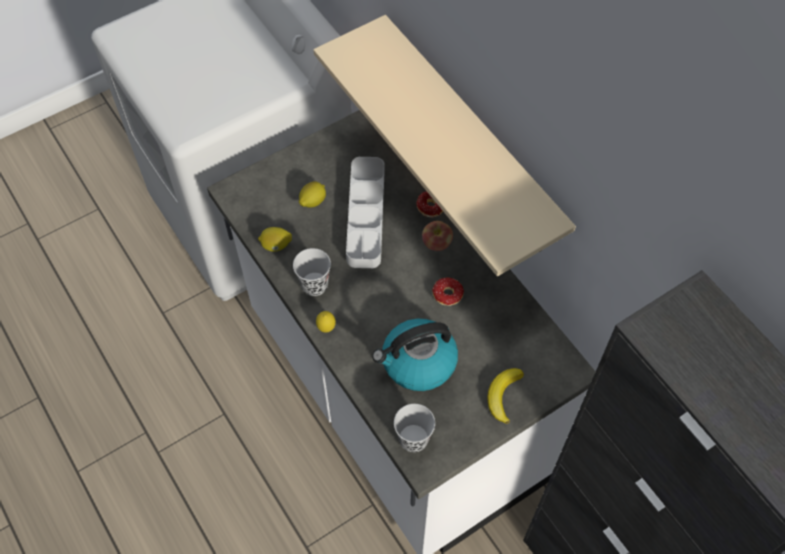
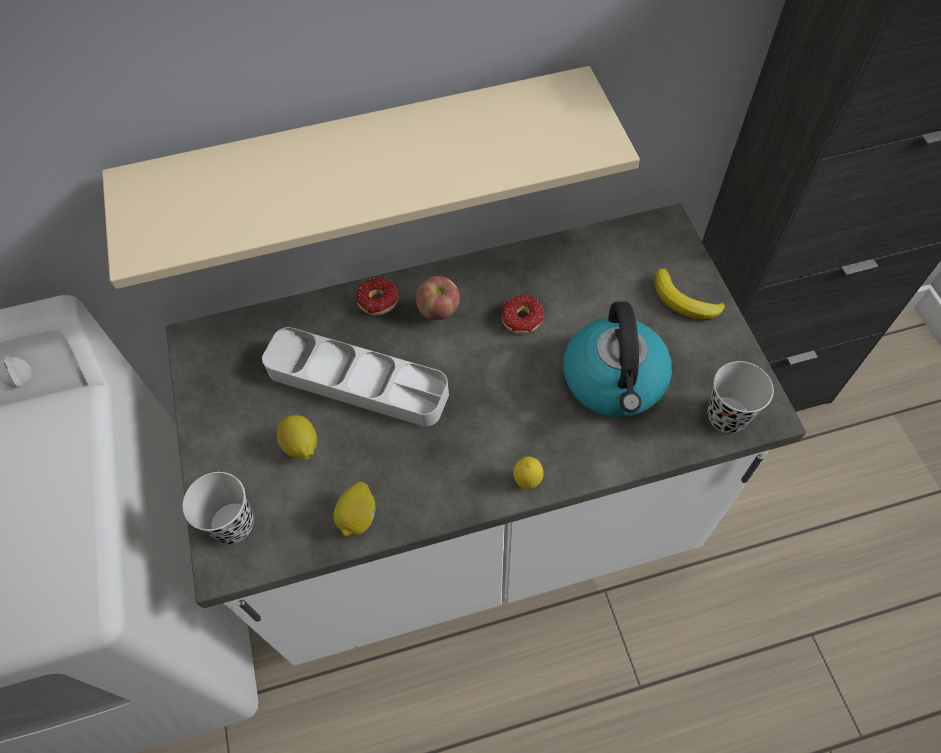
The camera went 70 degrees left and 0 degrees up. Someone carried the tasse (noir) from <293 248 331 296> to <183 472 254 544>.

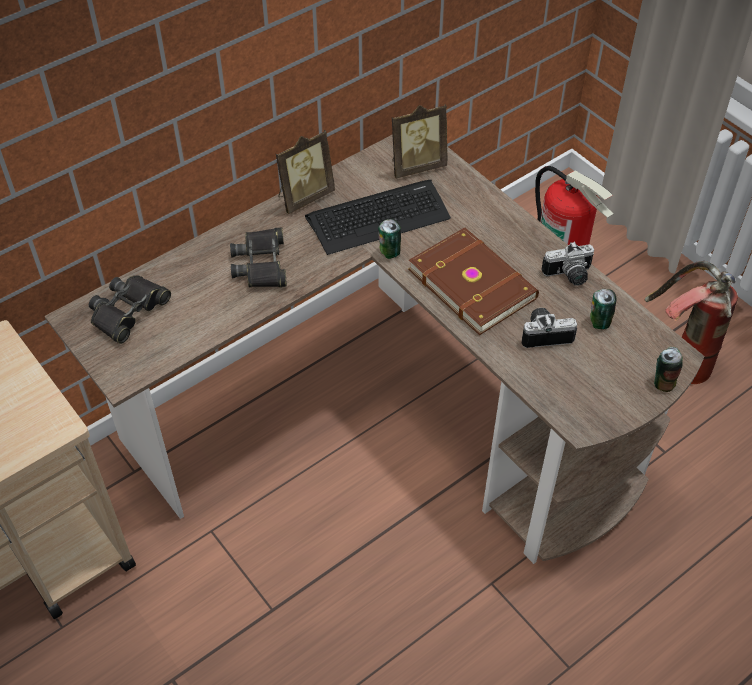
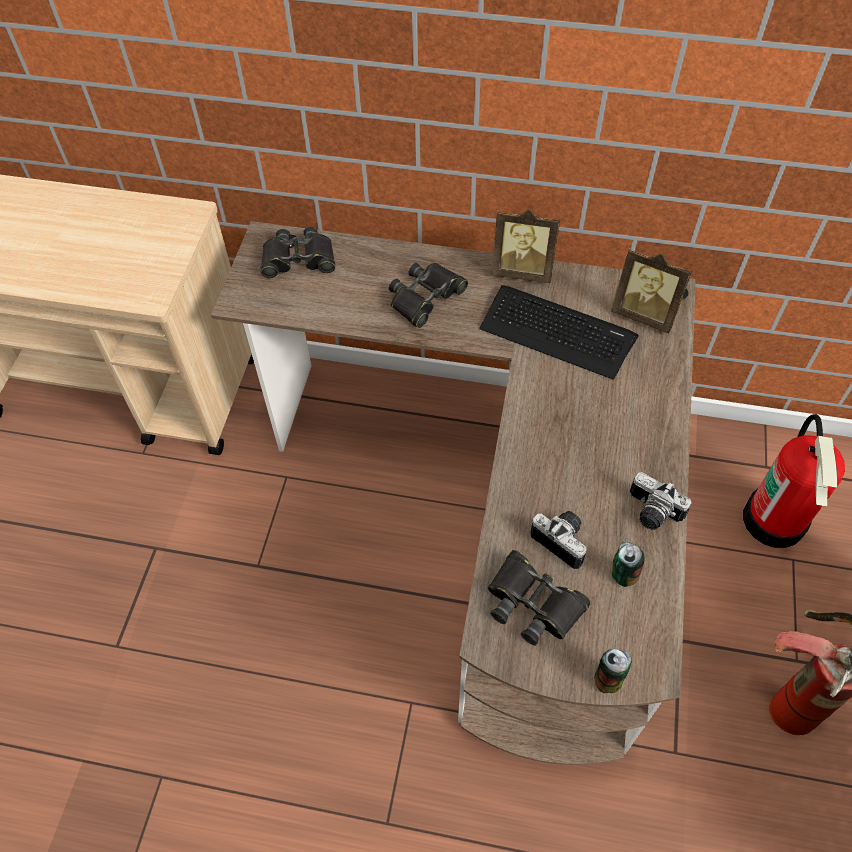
The camera went 50 degrees right and 5 degrees up. Someone took away the boîte métallique at <378 219 401 259>. Someone took away the livre (marron) at <408 228 539 335>. Someone put down the jumelles (noir) at <488 550 591 645>.

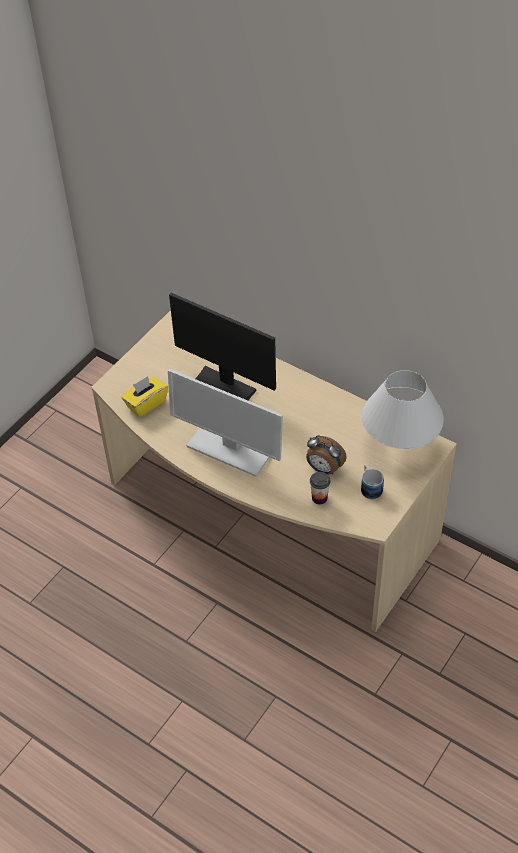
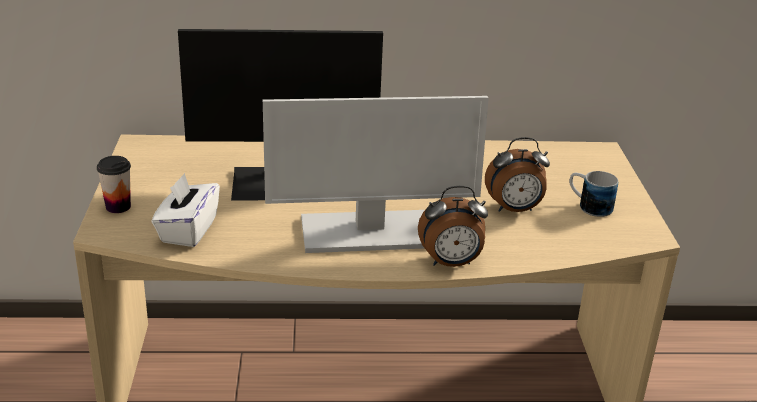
The camera went 40 degrees left and 20 degrees down. Someone took away the lampe de table (blanc) at <361 370 444 449>. Someone repainted the boîte à mouchoirs (jaune) at <122 376 168 417>, which became the boîte à mouchoirs (blanc) at <152 173 220 247>. Someone carried the tasse from <310 472 330 505> to <97 156 131 213>. Someone put down the réveil at <418 186 488 267>.

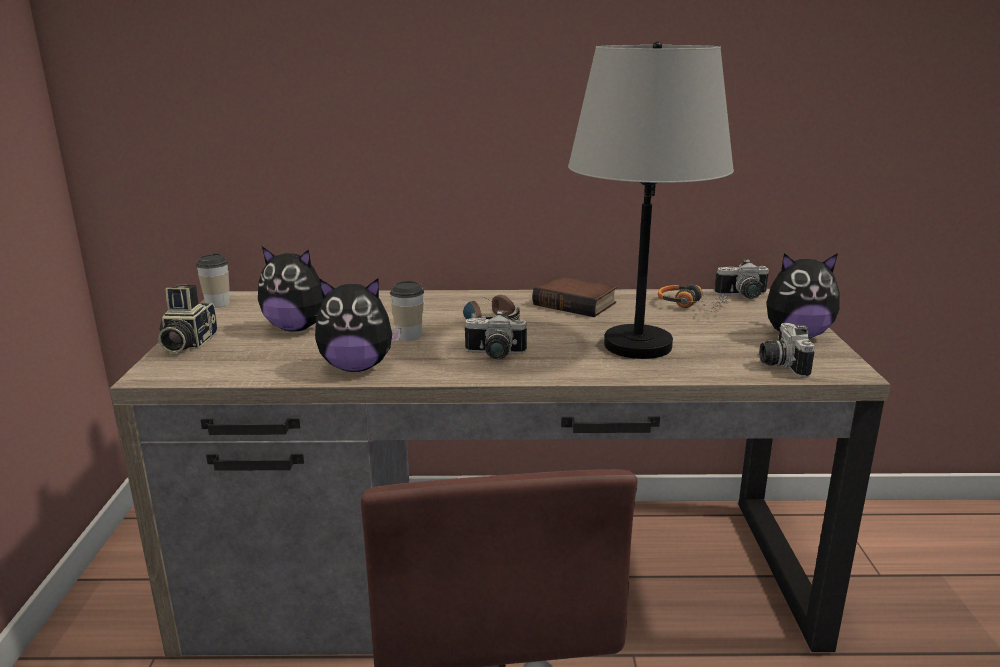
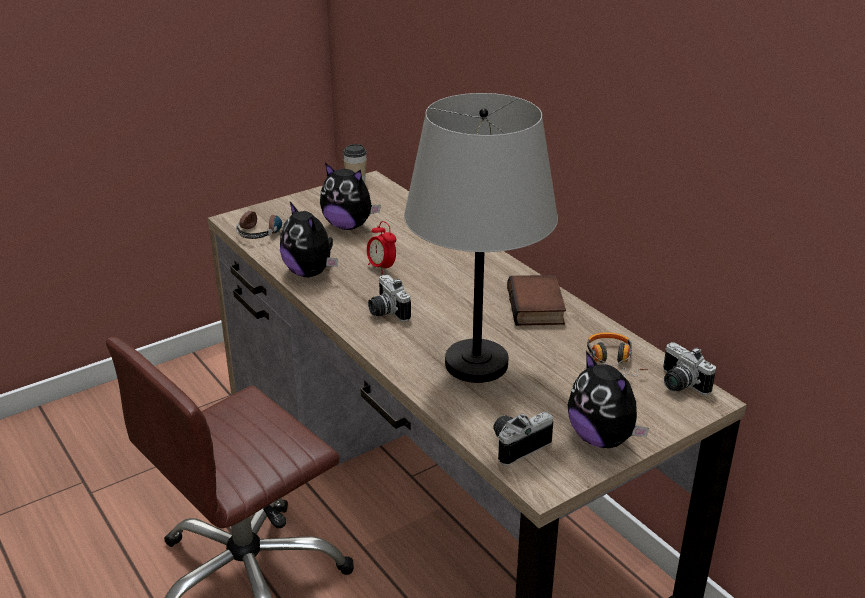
The camera went 55 degrees right and 10 degrees up. Someone rotated the peluche at <258 246 323 331> by 45 degrees counterclockwise. Someone swapped the tasse at <390 281 424 341> for the réveil at <367 221 396 274>. Someone took away the appareil photo at <158 285 218 353>. Someone carried the casque audio from <463 295 520 320> to <236 211 282 239>.

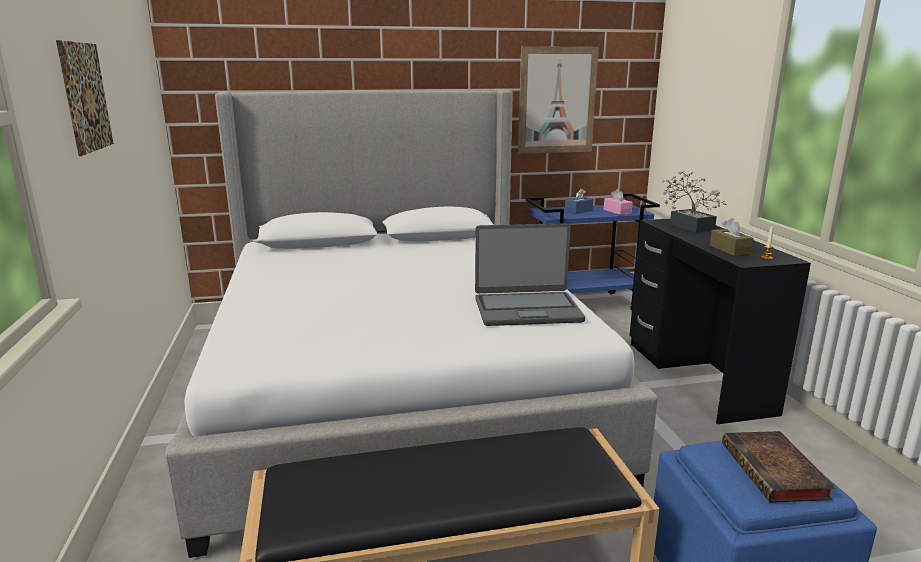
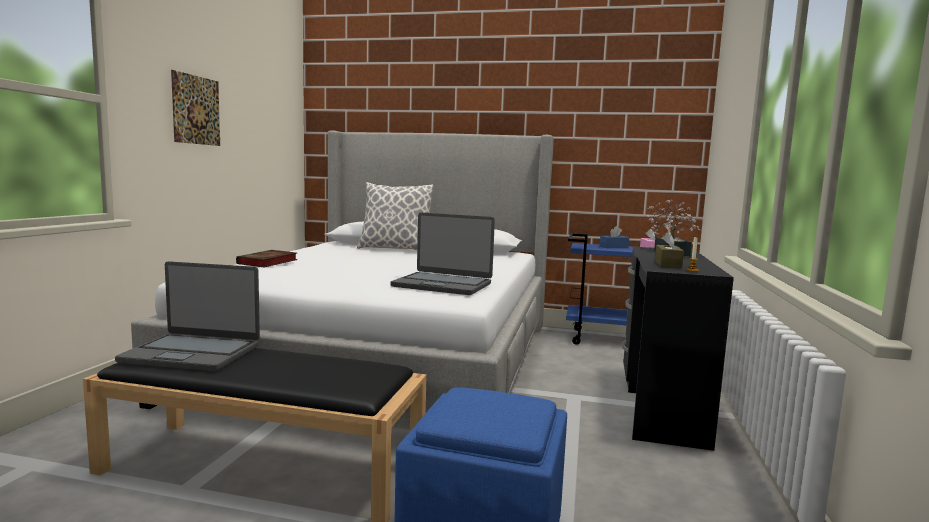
The camera went 25 degrees right and 10 degrees down. Someone took away the tableau at <518 46 599 154>. Someone carried the livre from <722 431 836 503> to <236 250 298 268>. Someone put down the coussin at <357 182 434 250>. Someone put down the ordinateur portable at <115 261 260 371>.

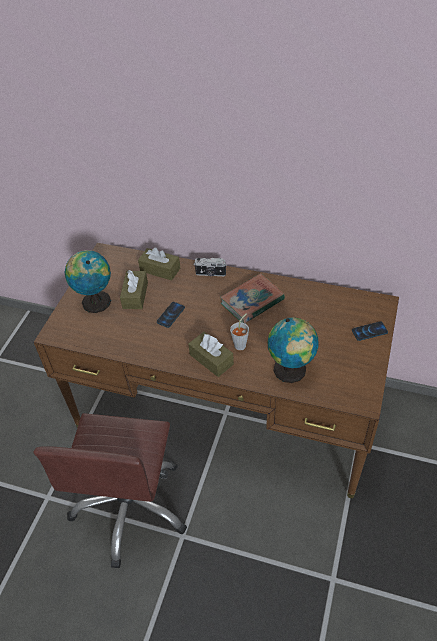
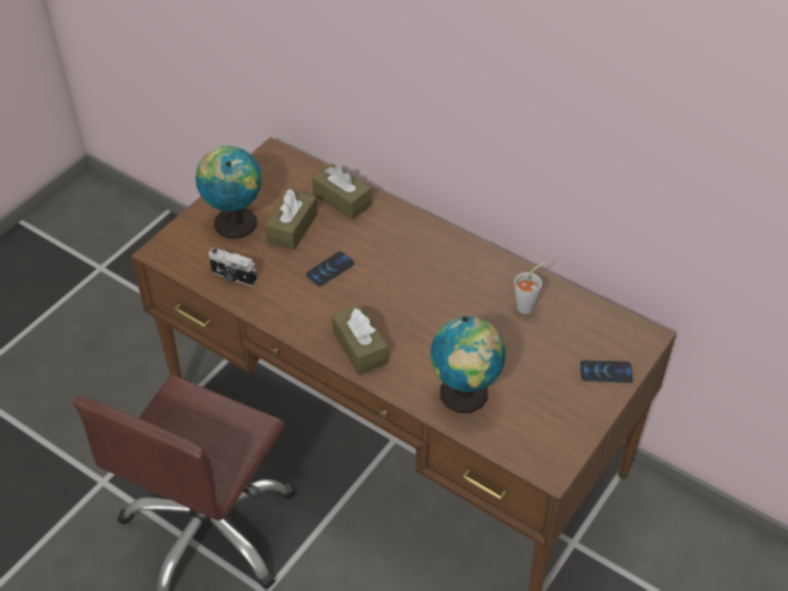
The camera went 15 degrees right and 0 degrees up. Someone carried the appareil photo from <194 258 227 276> to <209 248 257 286>. Someone took away the livre at <220 273 285 323>. Someone carried the tasse (gris) from <230 313 249 351> to <514 263 545 314>.

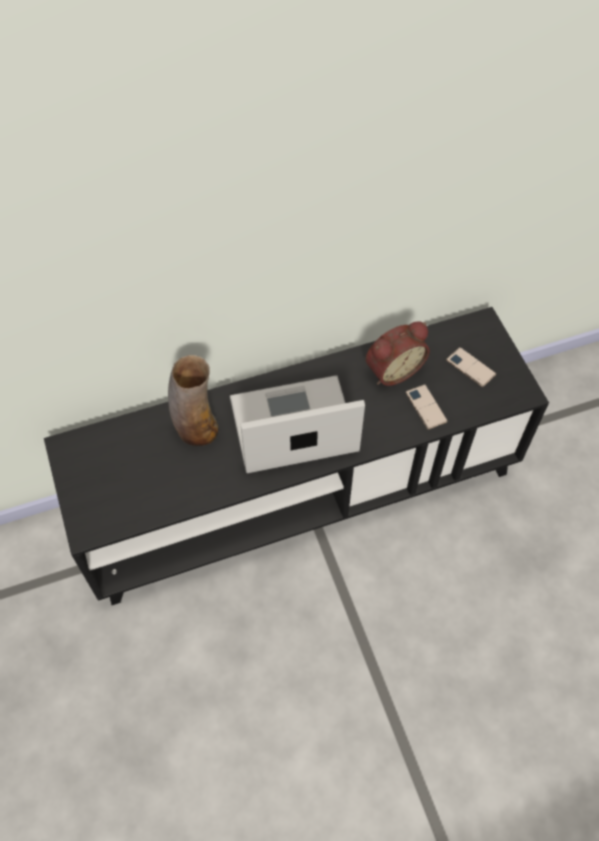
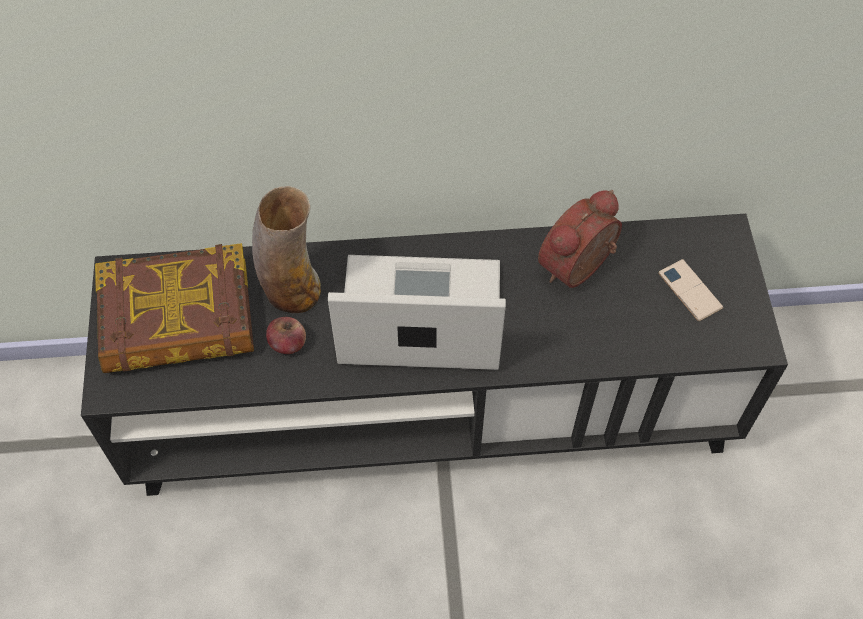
The camera went 15 degrees right and 0 degrees up. Someone rotated the réveil at <366 321 430 386> by 150 degrees clockwise. Someone took away the téléphone at <406 384 448 430>. Someone put down the livre at <95 243 254 373>. Someone put down the pomme at <266 317 306 354>.

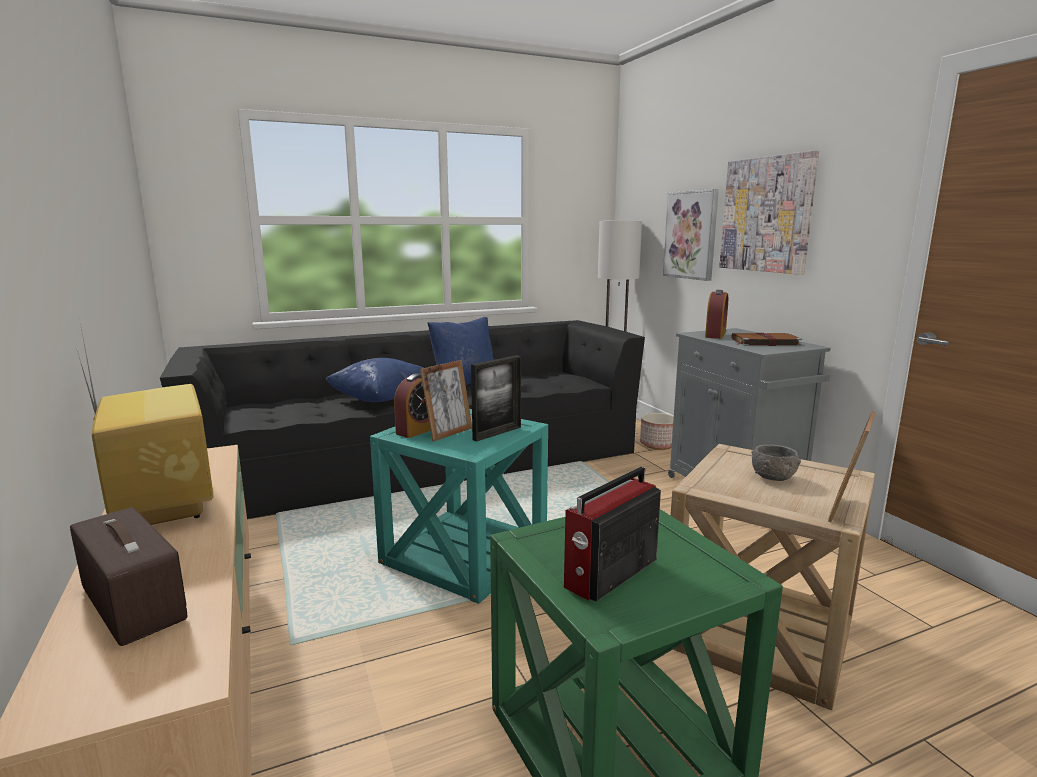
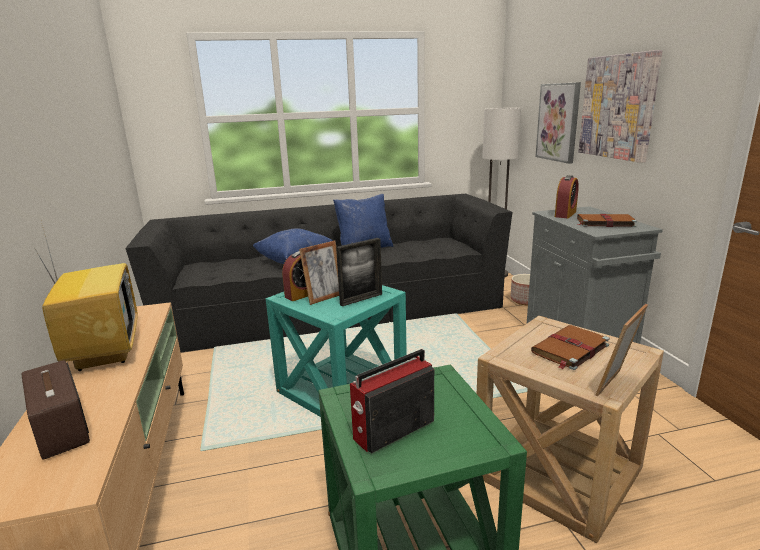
The camera went 10 degrees right and 5 degrees up. Someone swapped the bol (gris) at <751 444 801 481> for the livre (marron) at <531 325 610 370>.

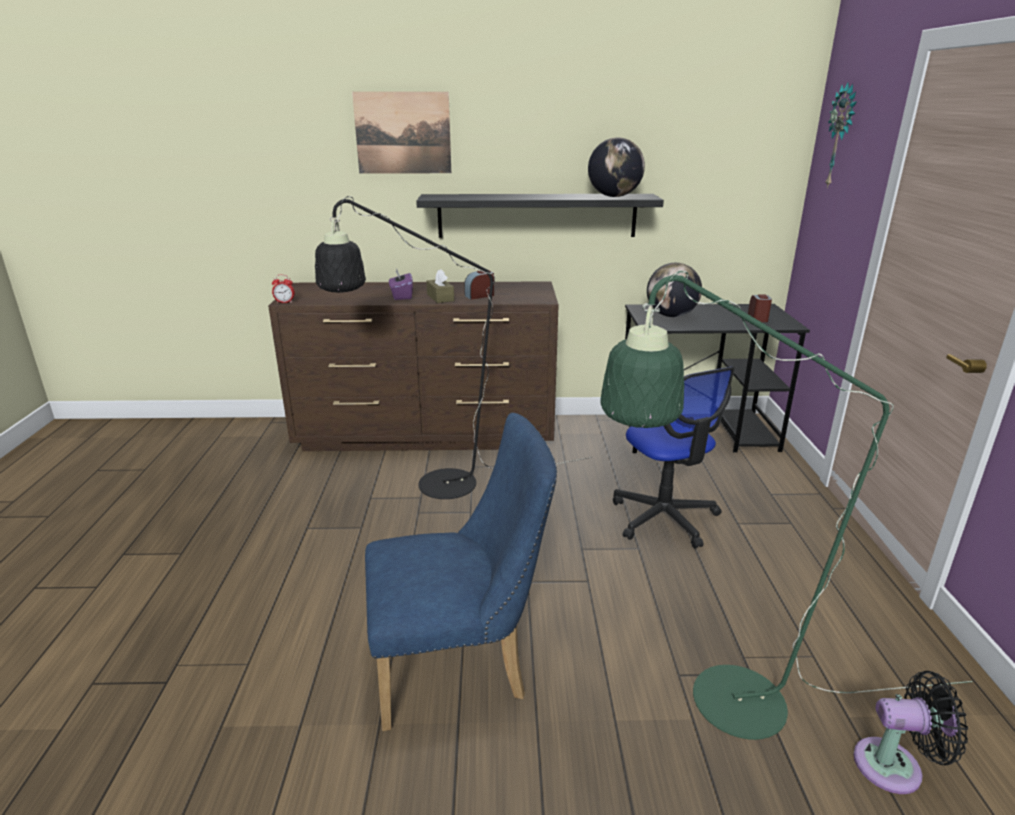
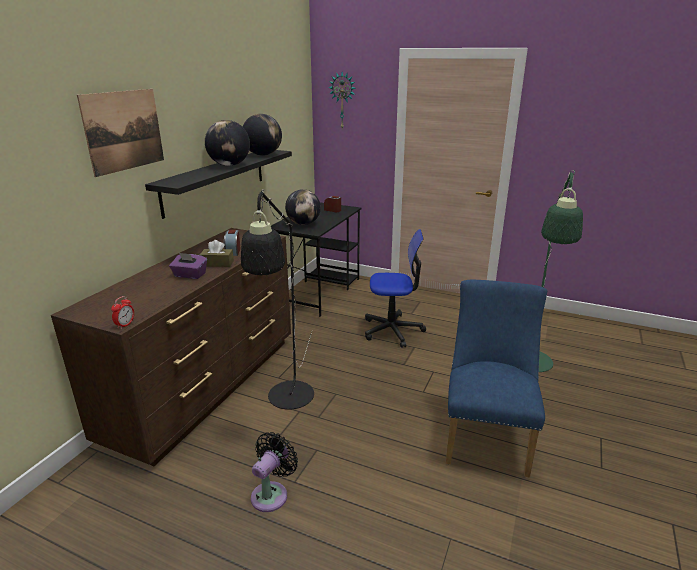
The camera went 65 degrees left and 0 degrees up. Someone carried the ventilateur (noir) from <854 671 968 794> to <251 432 298 512>. Someone put down the globe at <205 120 250 166>.

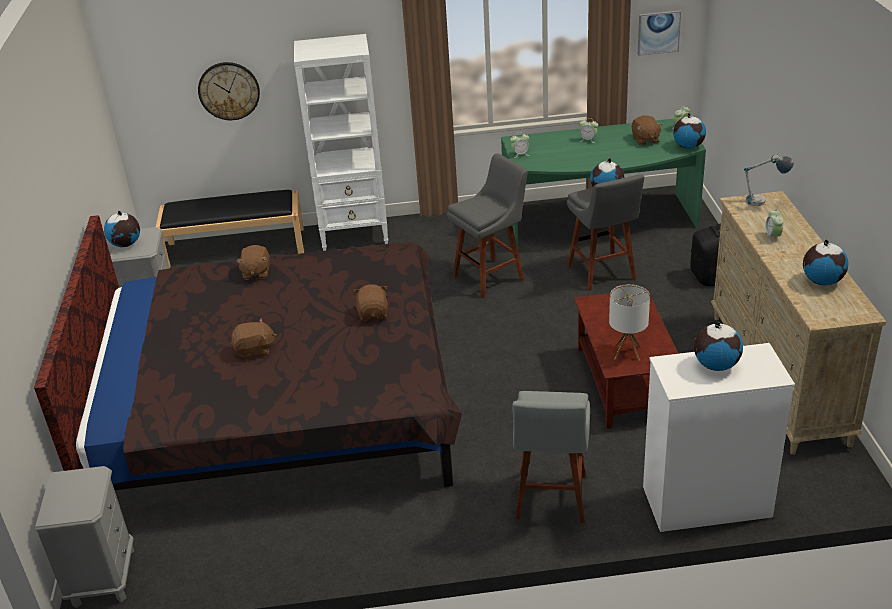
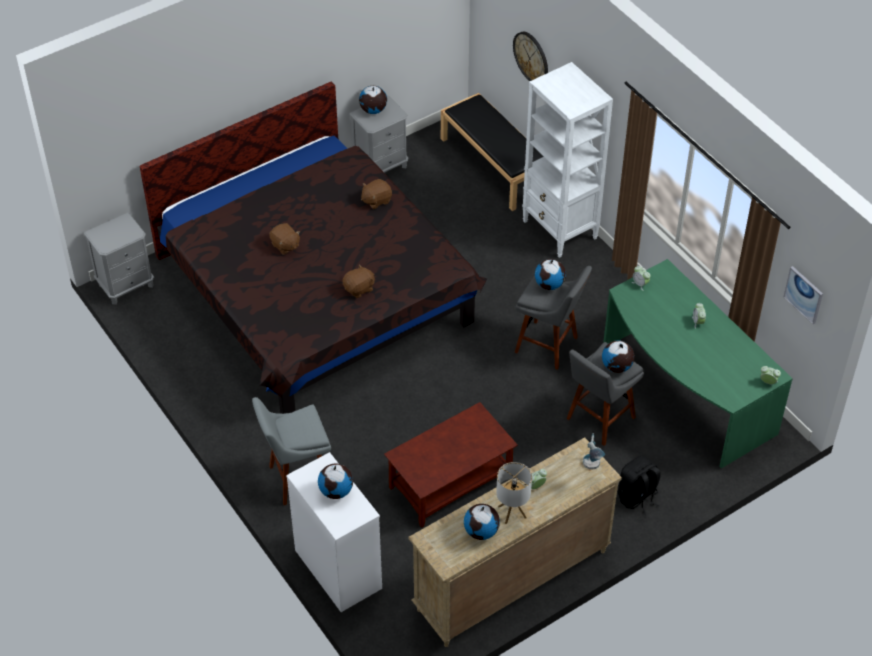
The camera went 60 degrees right and 15 degrees up. Someone carried the globe from <673 113 706 149> to <535 259 566 290>. Someone took away the peluche (marron) at <632 115 663 145>. Someone carried the lampe de table from <609 284 650 361> to <496 462 532 524>.

